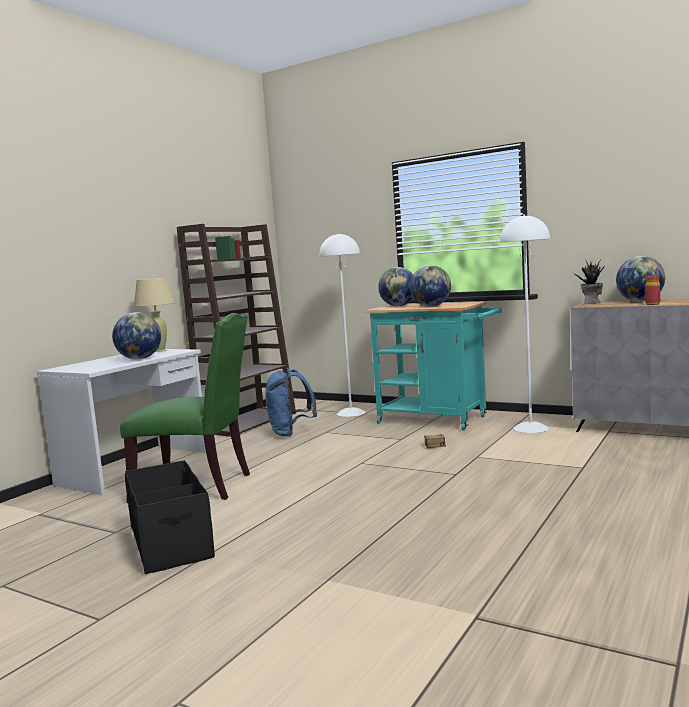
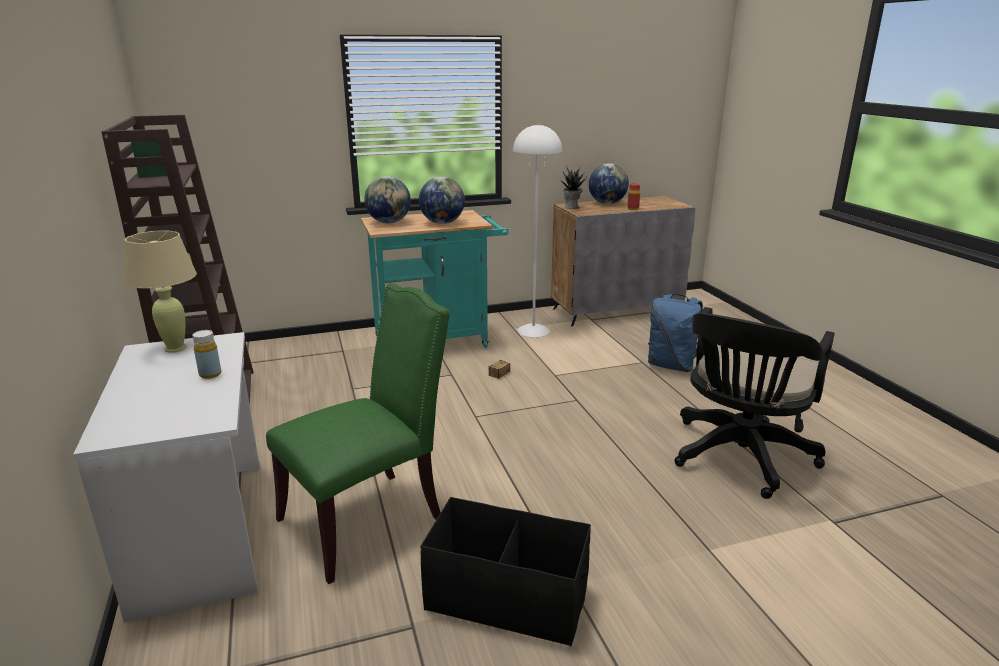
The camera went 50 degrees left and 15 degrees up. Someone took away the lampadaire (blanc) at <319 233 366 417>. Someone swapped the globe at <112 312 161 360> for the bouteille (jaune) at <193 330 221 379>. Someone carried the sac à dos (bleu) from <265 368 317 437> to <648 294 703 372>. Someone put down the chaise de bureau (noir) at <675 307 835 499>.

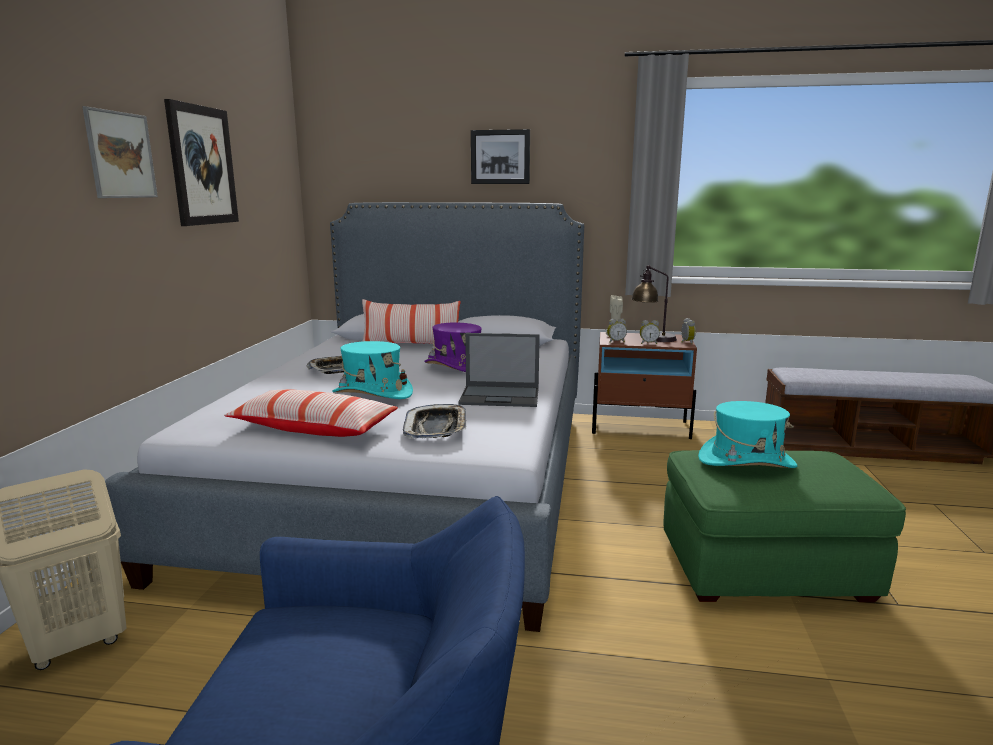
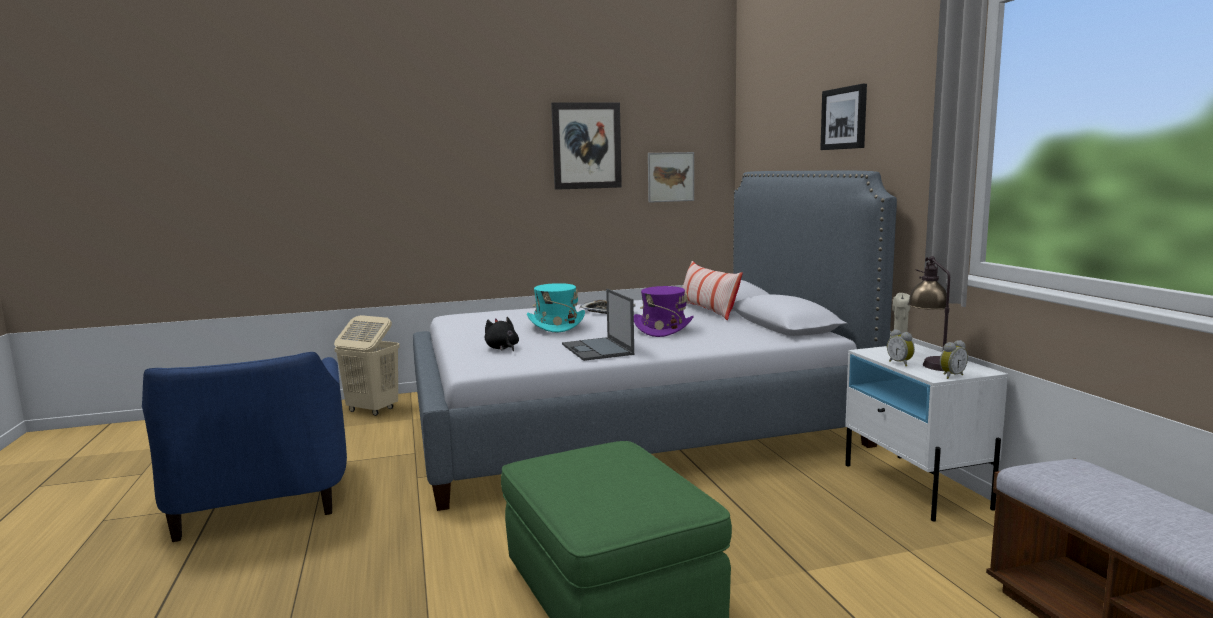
The camera went 65 degrees right and 5 degrees down. Someone carried the tableau from <82 106 158 198> to <648 152 694 203>. Someone took away the réveil at <607 319 627 343>. Someone repainted the table de chevet (marron) at <592 332 697 439>, which became the table de chevet (blanc) at <845 343 1008 522>. Someone took away the coussin at <224 389 398 437>. Someone took away the chapeau (turquoise) at <698 401 797 468>. Someone swapped the plateau at <403 404 466 438> for the peluche (noir) at <485 317 519 351>.

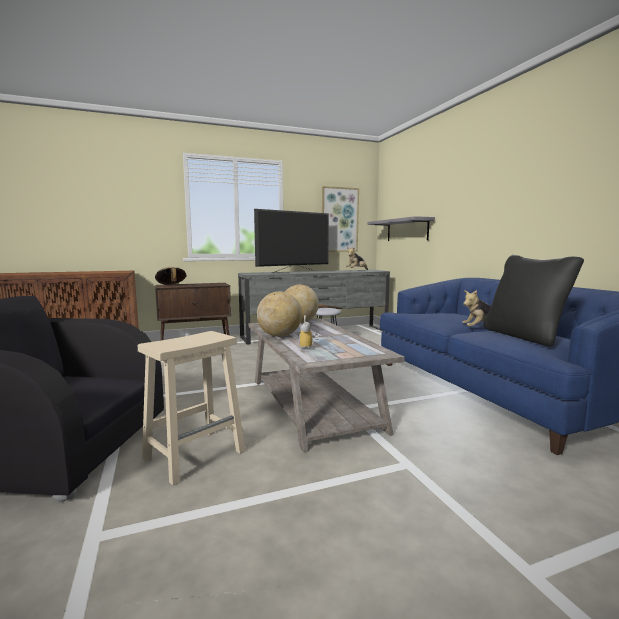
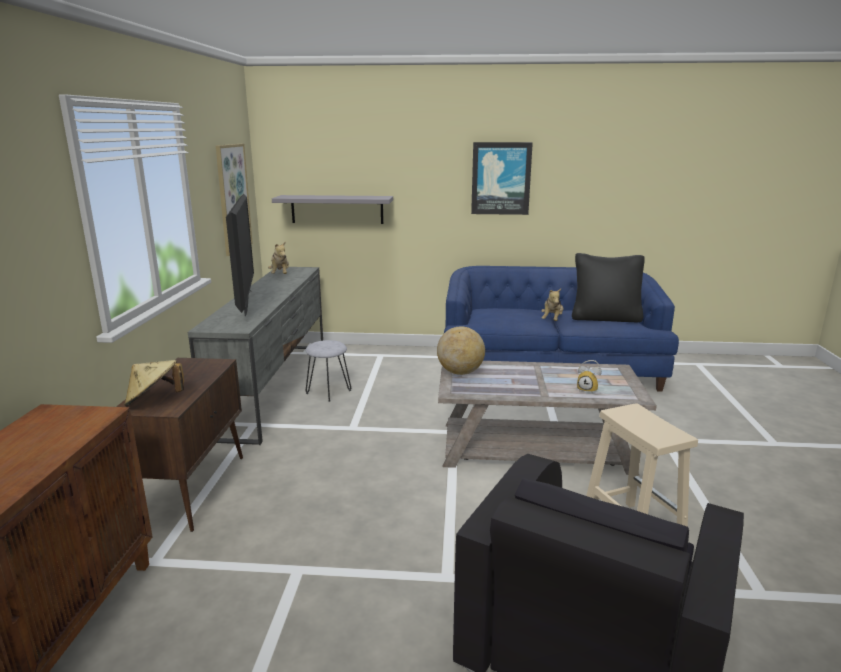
The camera went 65 degrees left and 10 degrees up. Someone took away the globe at <257 292 302 337>. Someone put up the tableau at <471 142 533 215>.

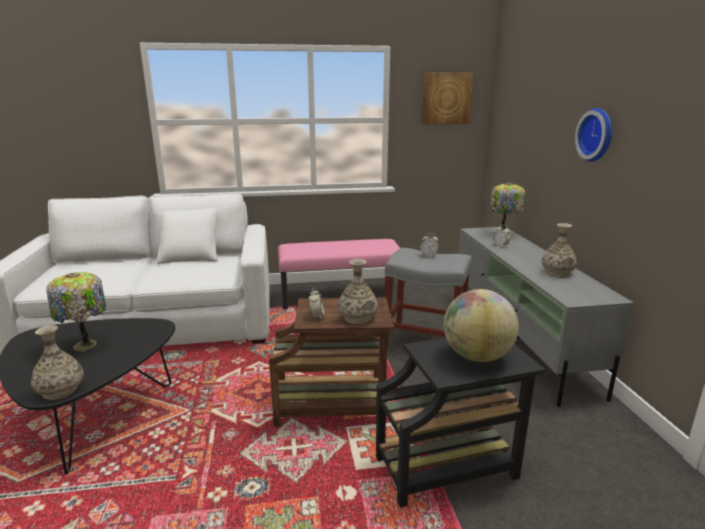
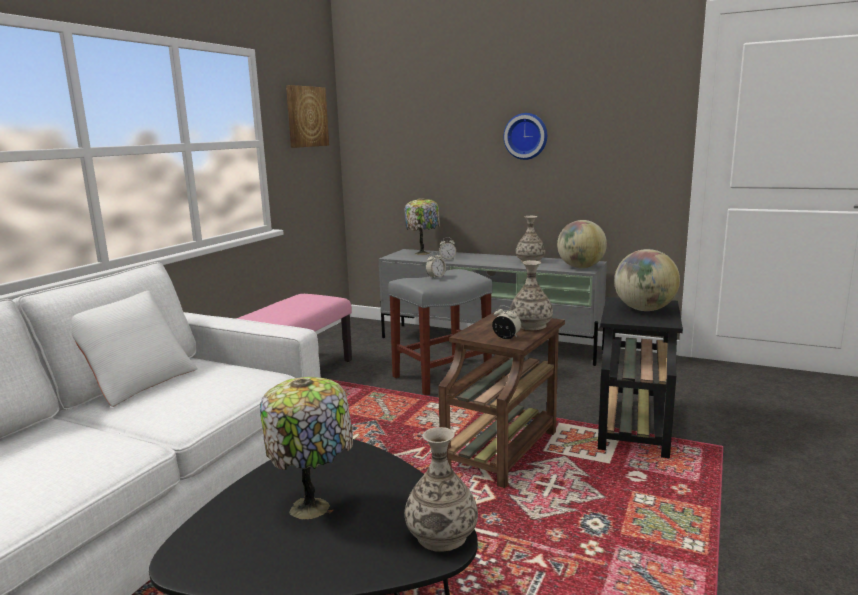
The camera went 55 degrees left and 5 degrees down. Someone put down the globe at <557 220 607 268>.

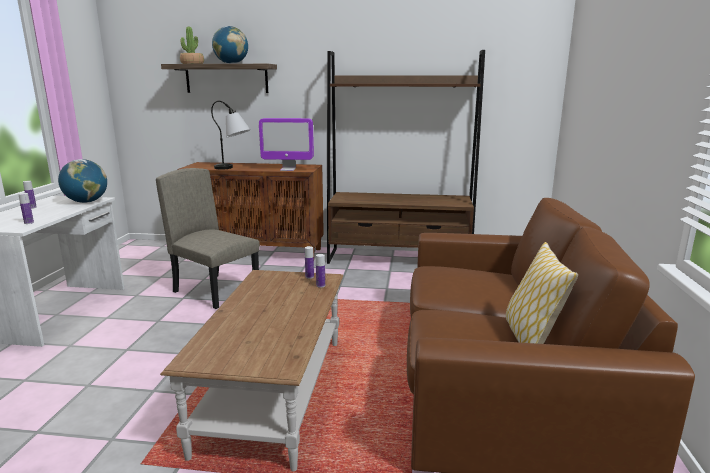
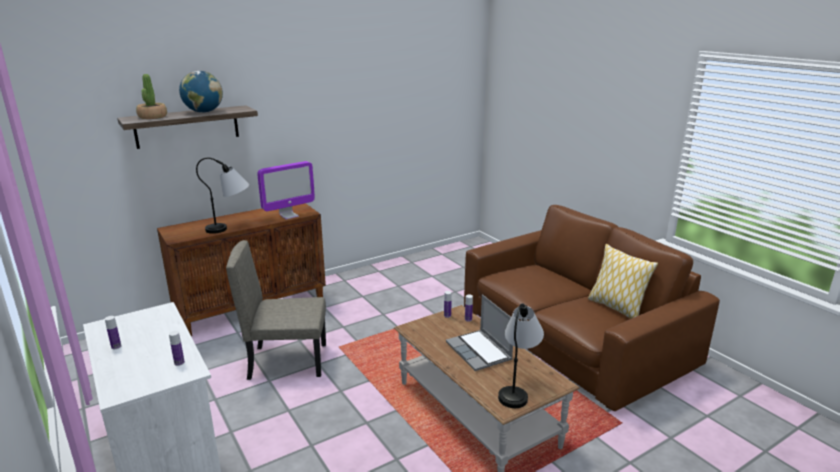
The camera went 40 degrees left and 5 degrees up. Someone took away the bibliothèque (marron) at <327 50 485 264>. Someone took away the globe at <58 159 107 203>. Someone put down the ordinateur portable at <446 295 513 371>. Someone put down the lampe de table at <498 303 544 408>.

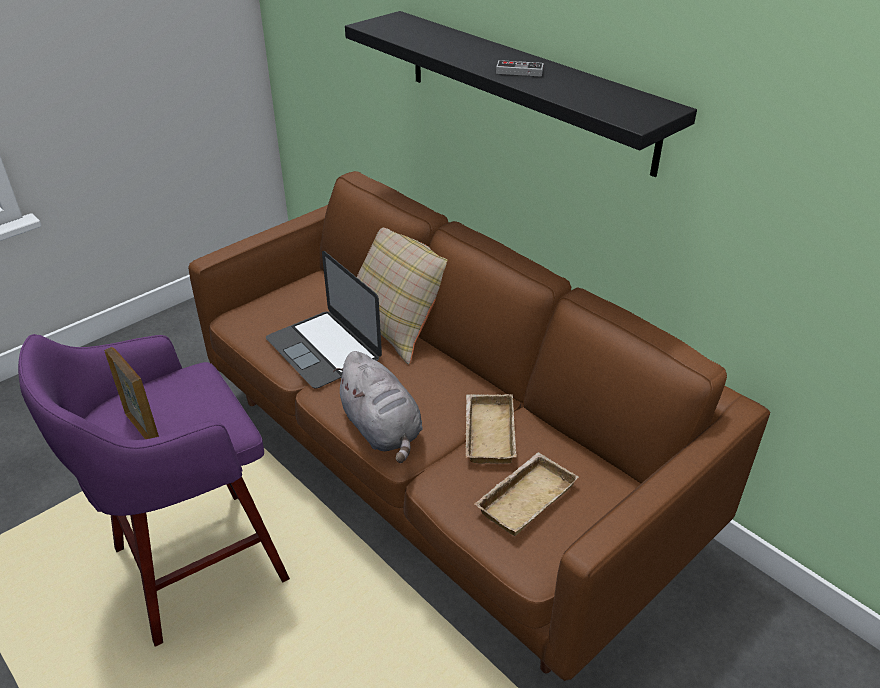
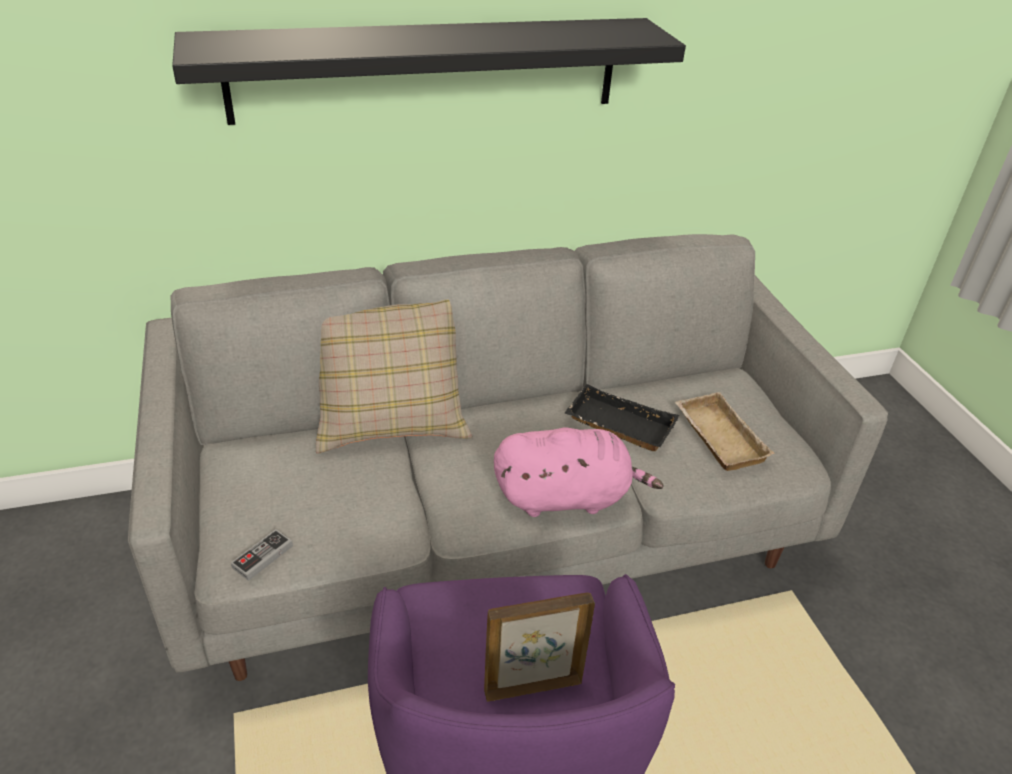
The camera went 65 degrees left and 0 degrees up. Someone carried the manette from <496 60 544 77> to <231 529 293 581>. Someone repainted the canapé (marron) at <188 171 770 681>, which became the canapé (gris) at <128 234 888 681>. Someone took away the ordinateur portable at <266 251 382 389>. Someone repainted the peluche (gris) at <333 351 423 463>, which became the peluche (rose) at <494 427 664 517>. Someone repainted the plateau (beige) at <465 394 517 464>, which became the plateau (noir) at <564 384 679 451>.

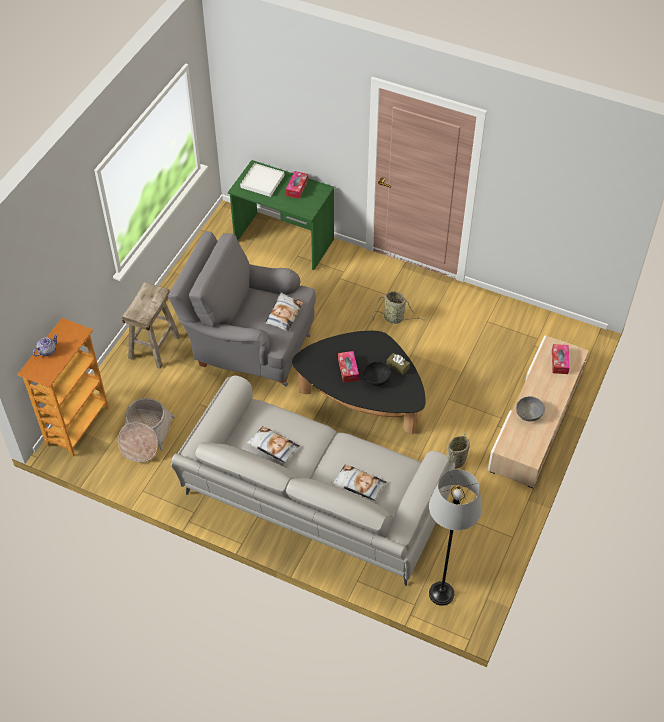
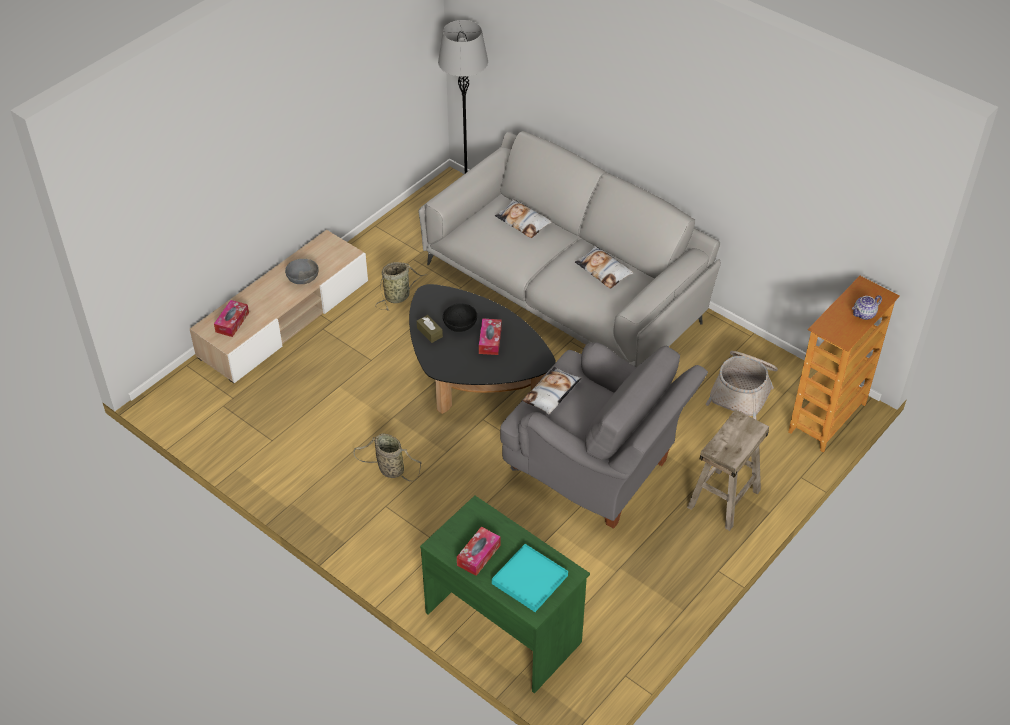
The camera went 165 degrees left and 5 degrees down. Someone repainted the plateau (blanc) at <240 163 284 197>, which became the plateau (turquoise) at <492 544 568 612>.

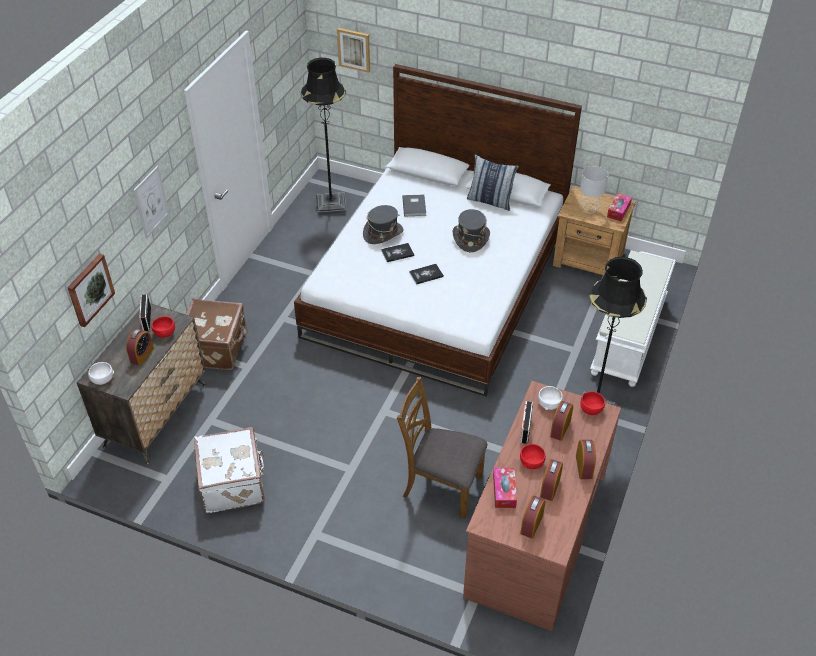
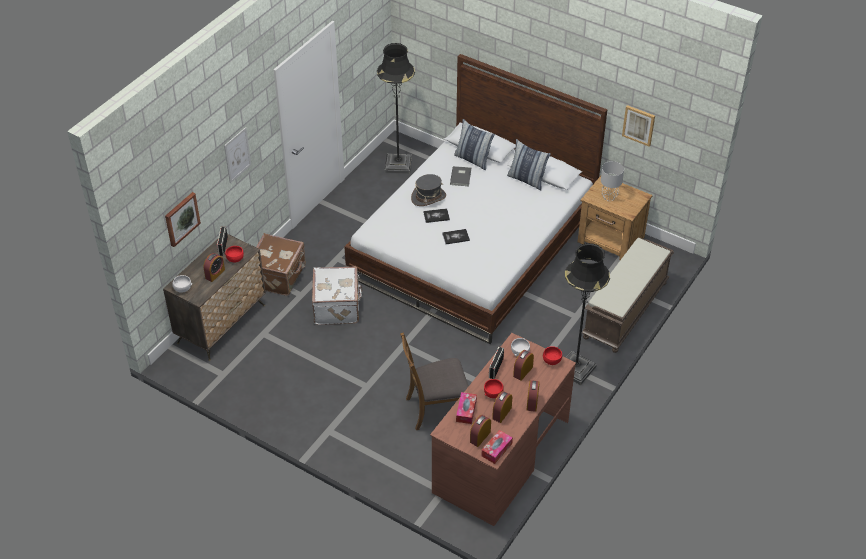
The camera went 10 degrees right and 0 degrees up. Someone carried the tableau from <337 28 370 73> to <622 105 655 146>. Someone carried the boîte à mouchoirs from <607 193 632 221> to <481 430 513 464>. Someone took away the chapeau (gris) at <453 209 490 252>. Someone repainted the banc (blanc) at <590 250 675 387>, which became the banc (marron) at <582 237 674 353>. Someone rotated the chaise (marron) at <397 377 487 519> by 45 degrees counterclockwise. Someone carried the valise (blanc) from <194 427 264 513> to <312 266 363 325>. Someone put down the coussin at <454 119 495 171>.

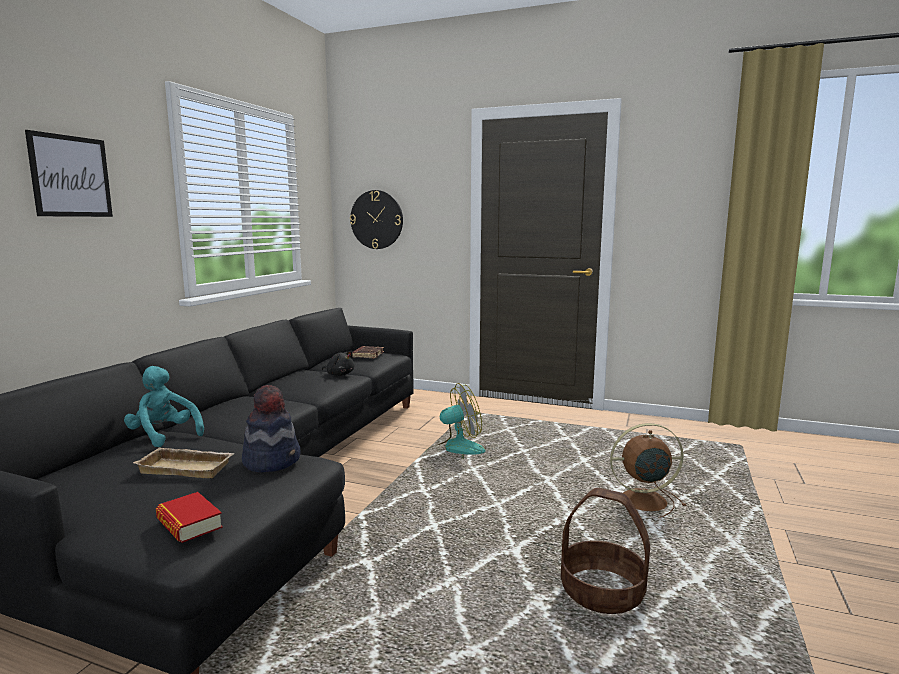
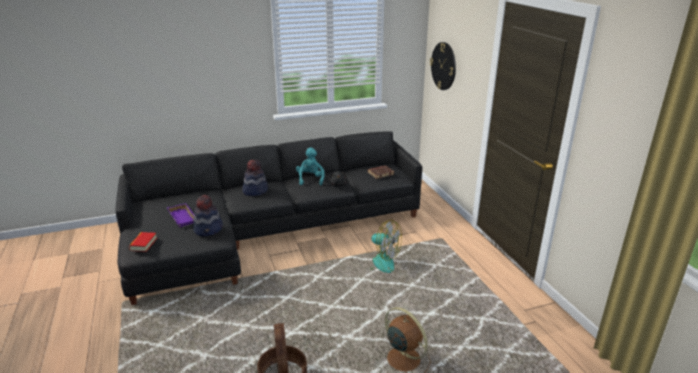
The camera went 50 degrees right and 15 degrees up. Someone took away the tableau at <25 130 113 217>. Someone carried the peluche (turquoise) from <124 366 204 447> to <296 148 325 186>. Someone repainted the plateau (beige) at <133 447 235 478>, which became the plateau (violet) at <167 203 194 227>. Someone put down the chapeau at <242 160 268 196>.

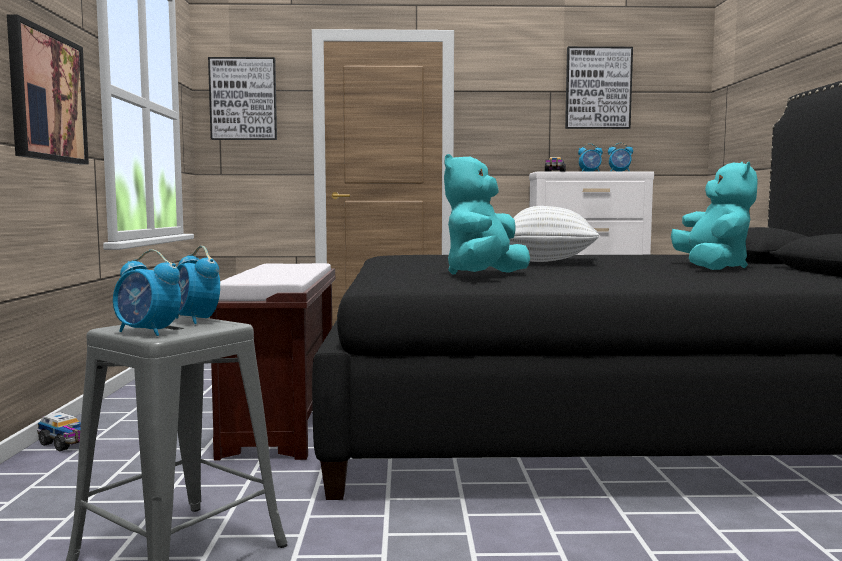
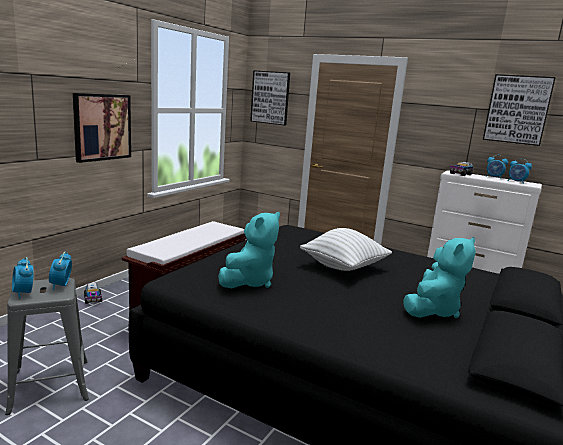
The camera went 30 degrees right and 10 degrees up. Someone rotated the peluche (turquoise) at <444 154 530 275> by 150 degrees clockwise.

